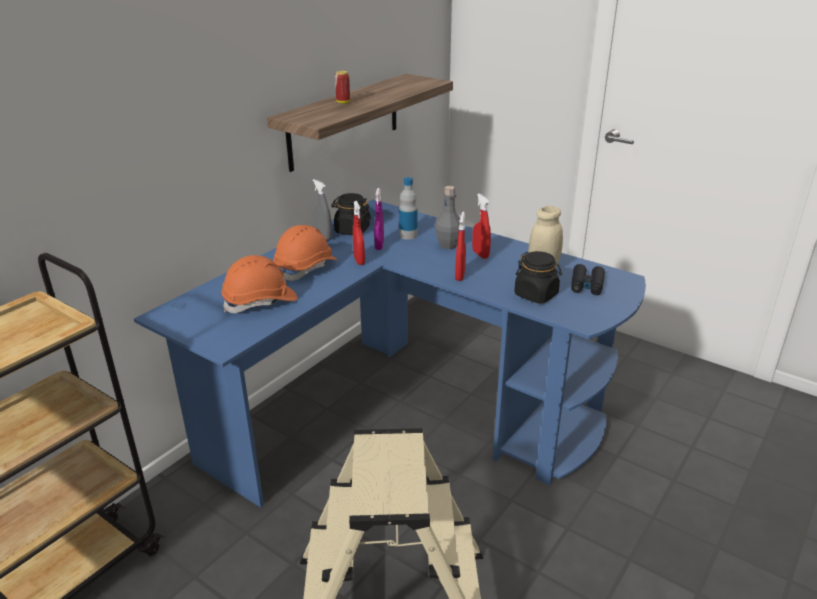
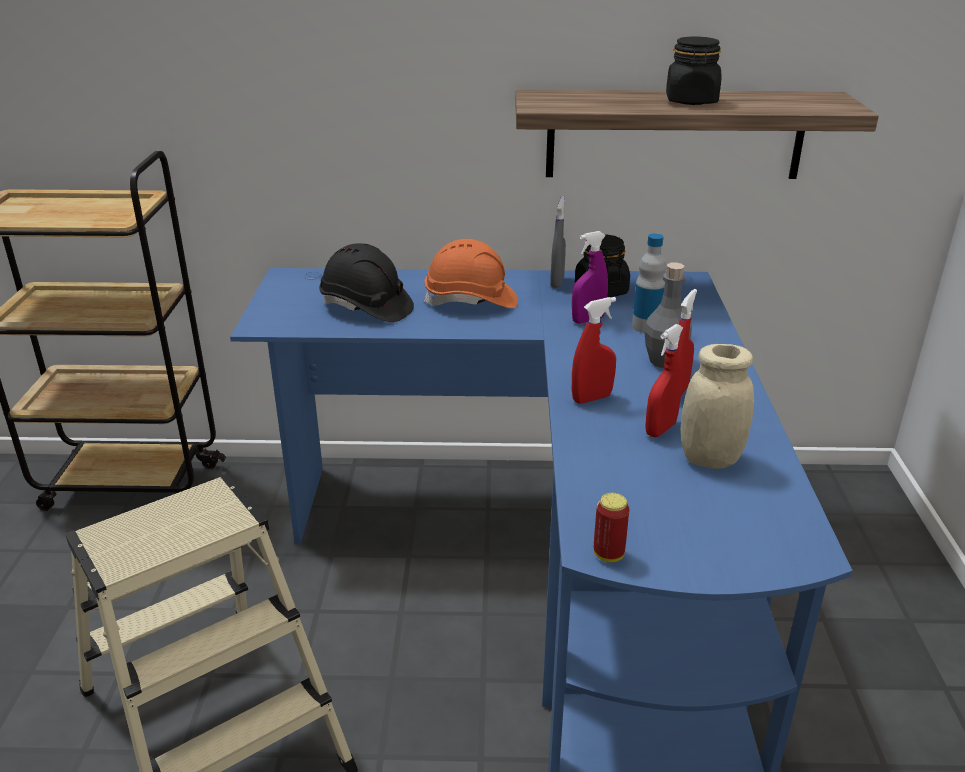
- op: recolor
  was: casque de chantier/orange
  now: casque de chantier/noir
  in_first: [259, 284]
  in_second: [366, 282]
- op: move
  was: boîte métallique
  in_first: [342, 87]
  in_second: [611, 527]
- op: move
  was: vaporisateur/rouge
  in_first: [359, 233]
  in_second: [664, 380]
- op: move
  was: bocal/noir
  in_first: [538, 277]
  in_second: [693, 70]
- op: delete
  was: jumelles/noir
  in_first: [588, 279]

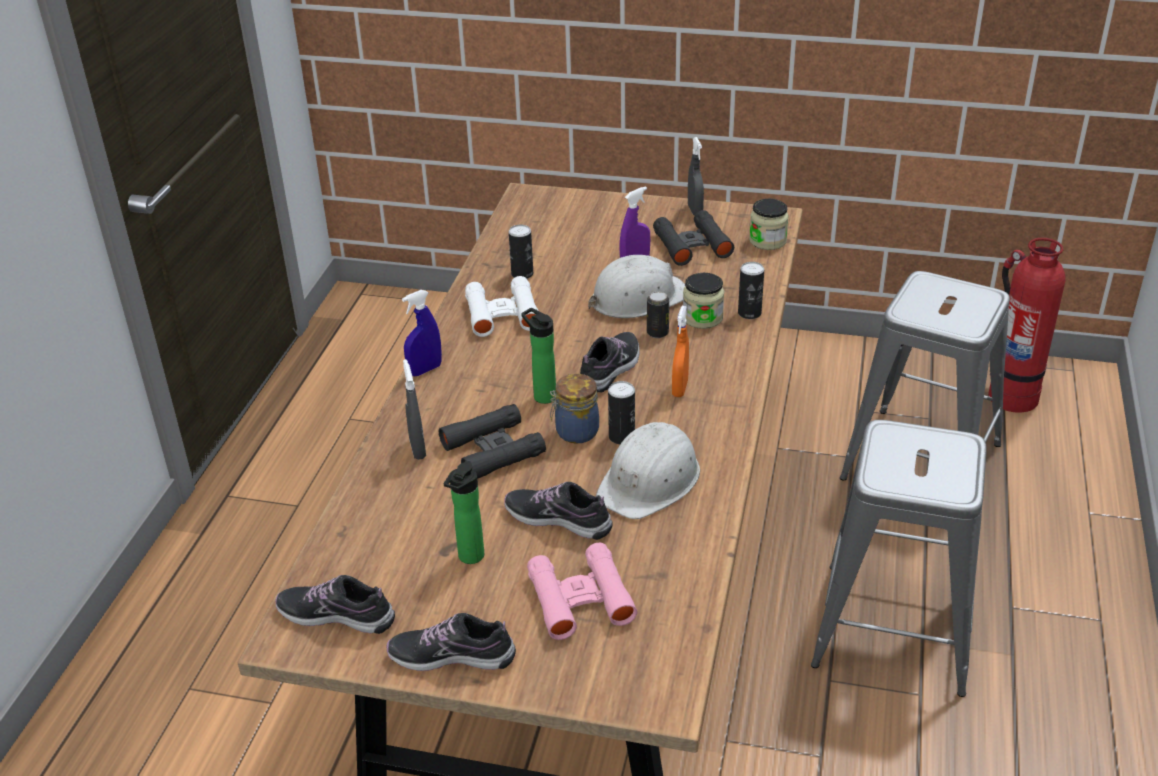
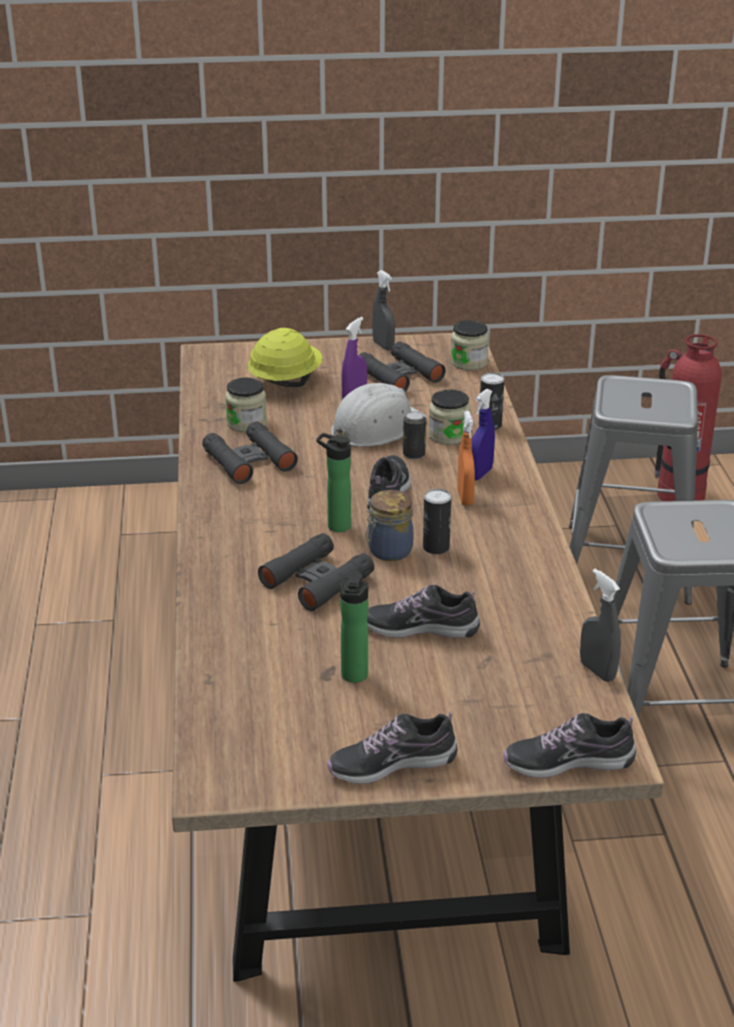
- op: move
  was: chaussure
  in_first: [335, 604]
  in_second: [569, 745]
- op: move
  was: vaporisateur/bleu
  in_first: [422, 333]
  in_second: [483, 434]
- op: move
  was: vaporisateur/gris
  in_first: [414, 409]
  in_second: [600, 625]
- op: recolor
  was: jumelles/blanc
  now: jumelles/noir
  in_first: [501, 306]
  in_second: [250, 453]
- op: replace
  was: boîte métallique
  now: bocal
  in_first: [521, 252]
  in_second: [246, 405]
- op: delete
  was: jumelles/rose
  in_first: [582, 591]
- op: delete
  was: casque de chantier/blanc
  in_first: [648, 470]
- op: insert
  now: casque de chantier/jaune
  in_second: [285, 357]

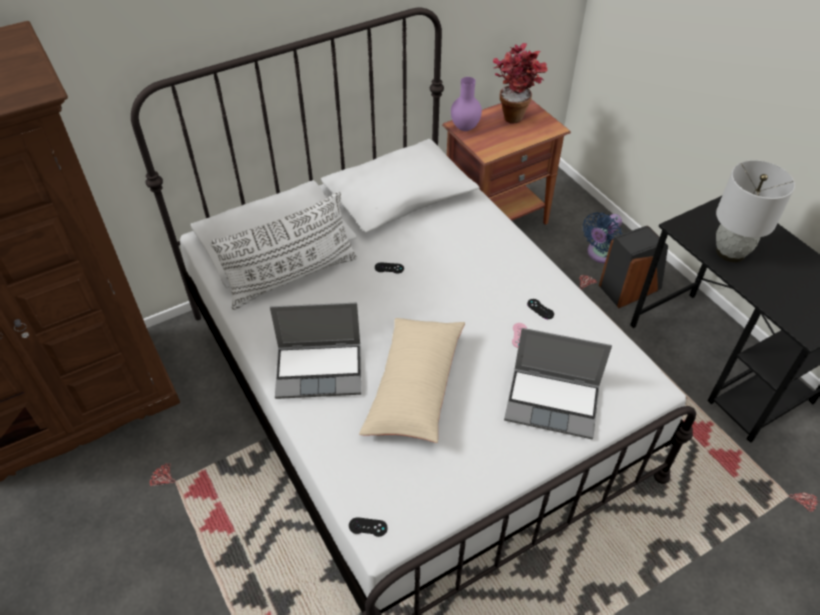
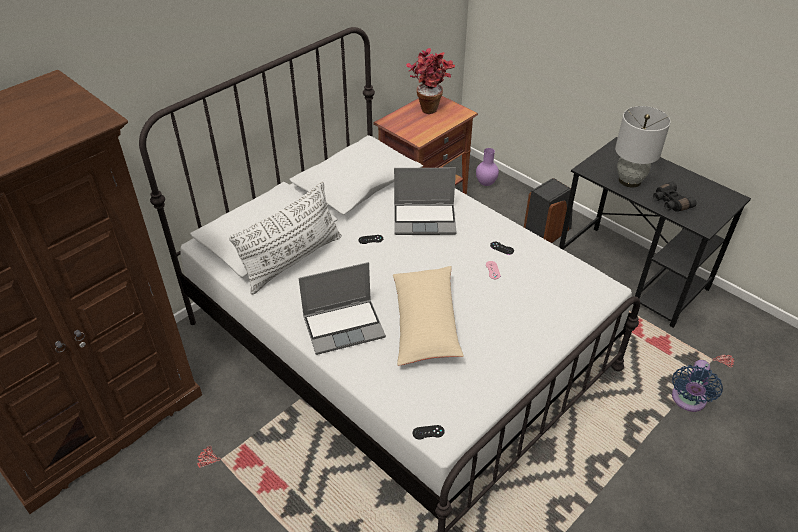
- op: move
  was: vase/violet
  in_first: [466, 104]
  in_second: [487, 167]
- op: move
  was: ordinateur portable
  in_first: [558, 383]
  in_second: [425, 201]
- op: move
  was: ventilateur/bleu
  in_first: [603, 237]
  in_second: [697, 386]
- op: insert
  now: jumelles/noir
  in_second: [675, 197]

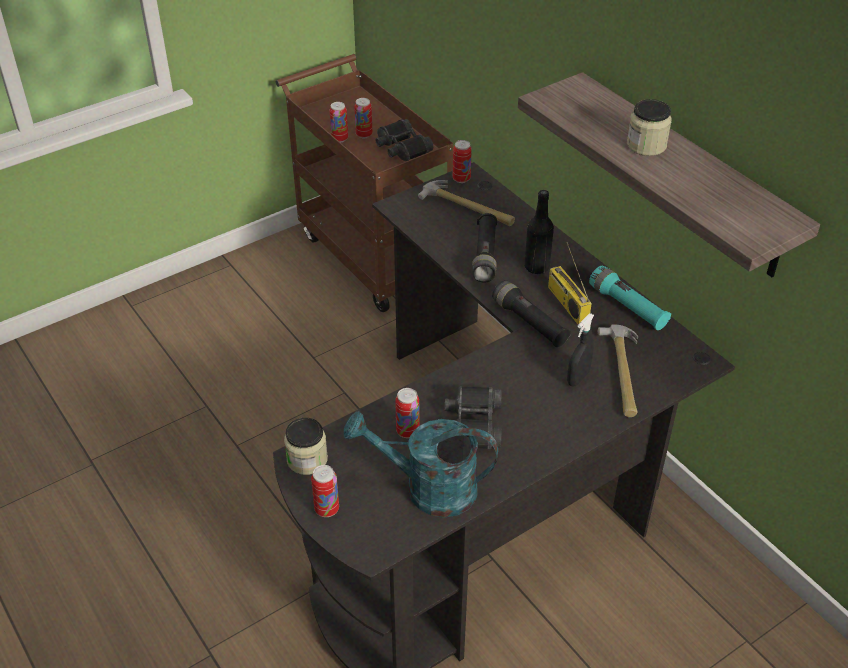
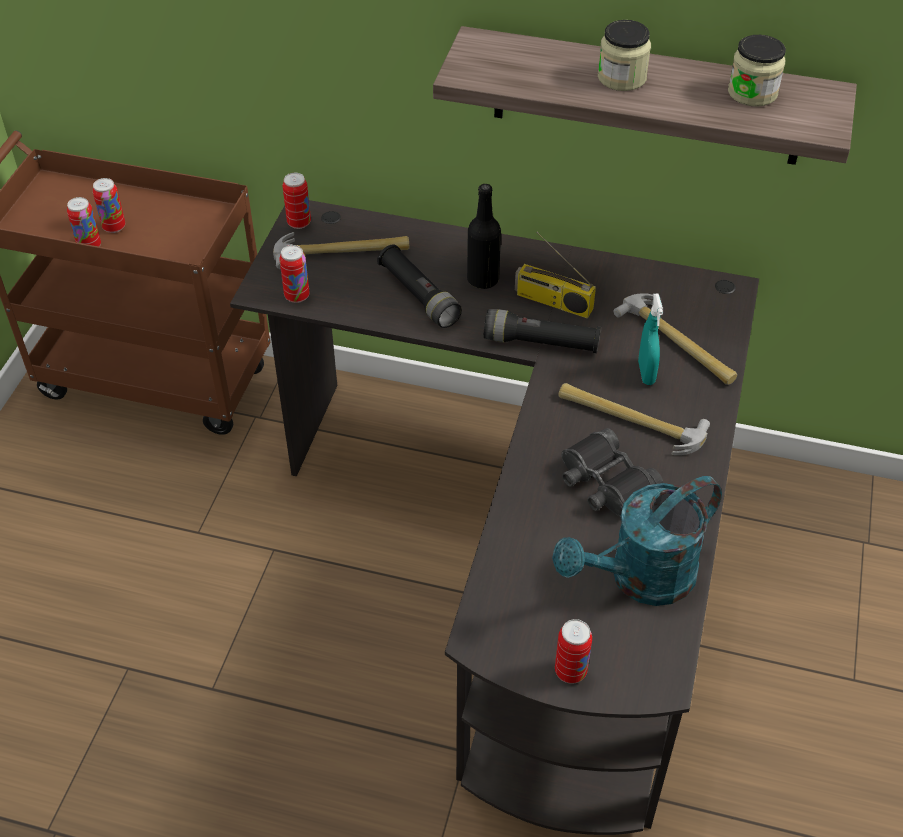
- op: move
  was: bocal
  in_first: [306, 446]
  in_second: [757, 71]
- op: delete
  was: jumelles/noir
  in_first: [404, 140]
- op: move
  was: boîte métallique
  in_first: [407, 413]
  in_second: [294, 274]
- op: recolor
  was: vaporisateur/noir
  now: vaporisateur/turquoise
  in_first: [580, 350]
  in_second: [650, 339]
- op: delete
  was: lampe de poche/turquoise
  in_first: [630, 298]
- op: insert
  now: marteau
  in_second: [634, 419]

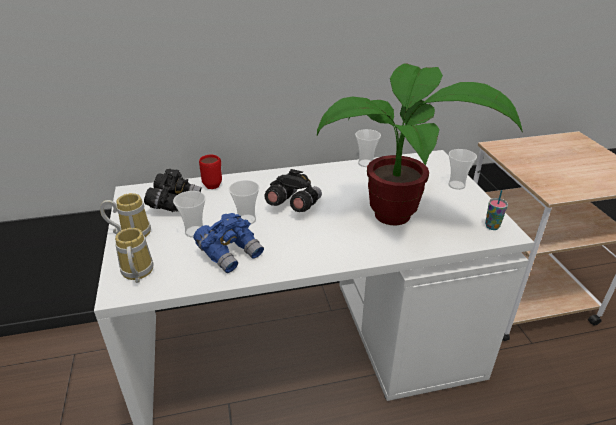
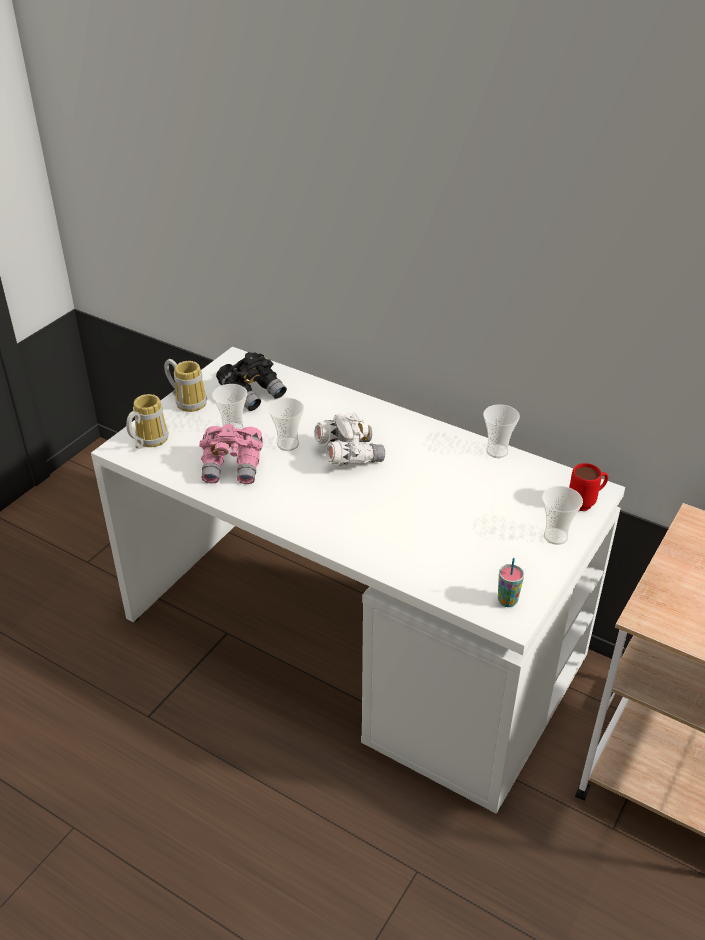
- op: recolor
  was: jumelles/bleu
  now: jumelles/rose
  in_first: [228, 243]
  in_second: [231, 454]
- op: move
  was: mug/rouge
  in_first: [210, 172]
  in_second: [588, 487]
- op: recolor
  was: jumelles/noir
  now: jumelles/blanc
  in_first: [293, 190]
  in_second: [349, 439]
- op: delete
  was: plante en pot
  in_first: [420, 144]

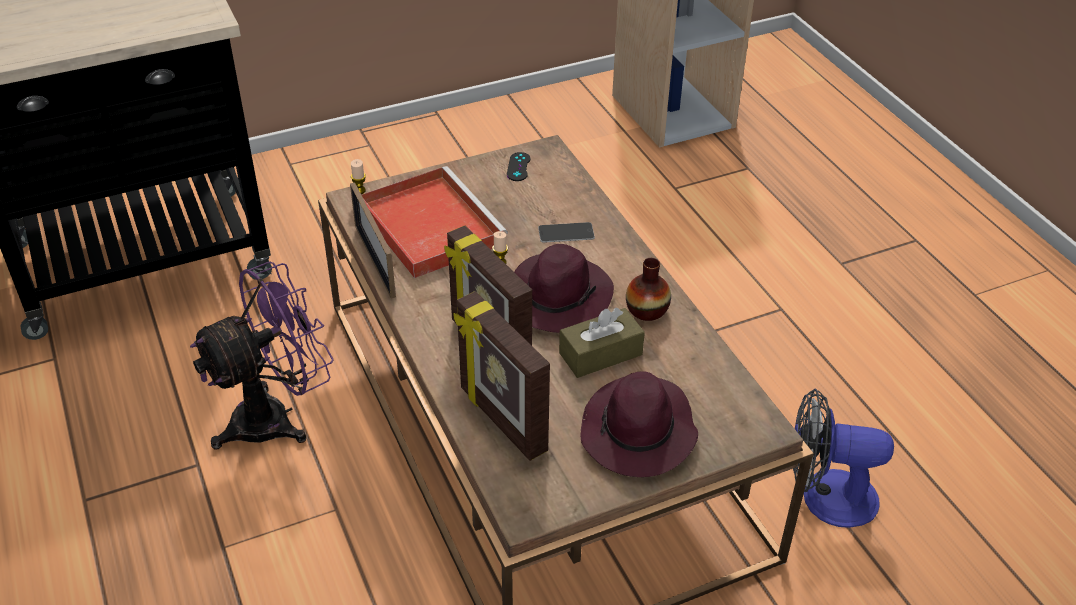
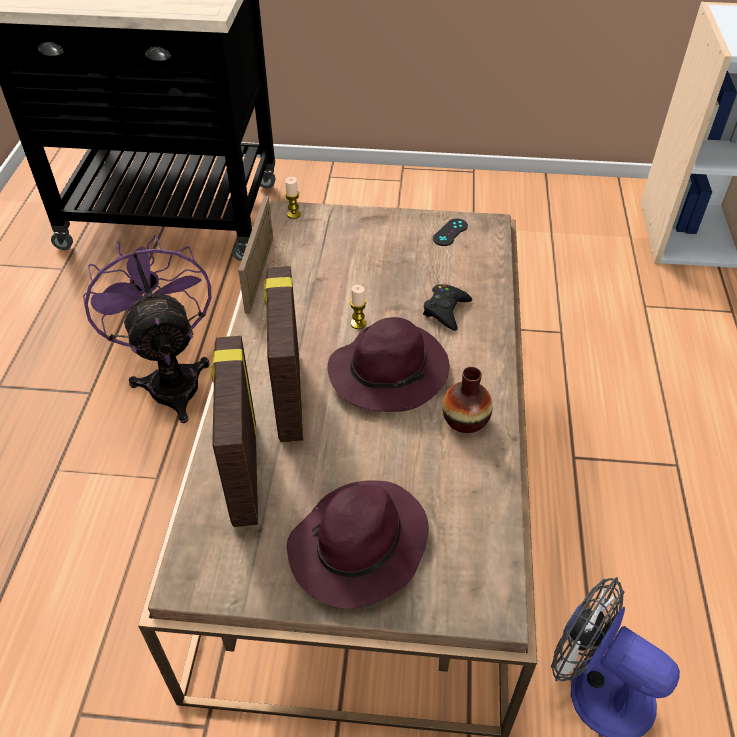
- op: rotate
  was: ventilateur/violet
  in_first: [262, 355]
  in_second: [147, 328]
  clockwise: -105
- op: delete
  was: plateau/rouge
  in_first: [434, 222]
- op: replace
  was: téléphone
  now: manette/noir
  in_first: [566, 232]
  in_second: [447, 307]
- op: delete
  was: boîte à mouchoirs/marron
  in_first: [602, 343]

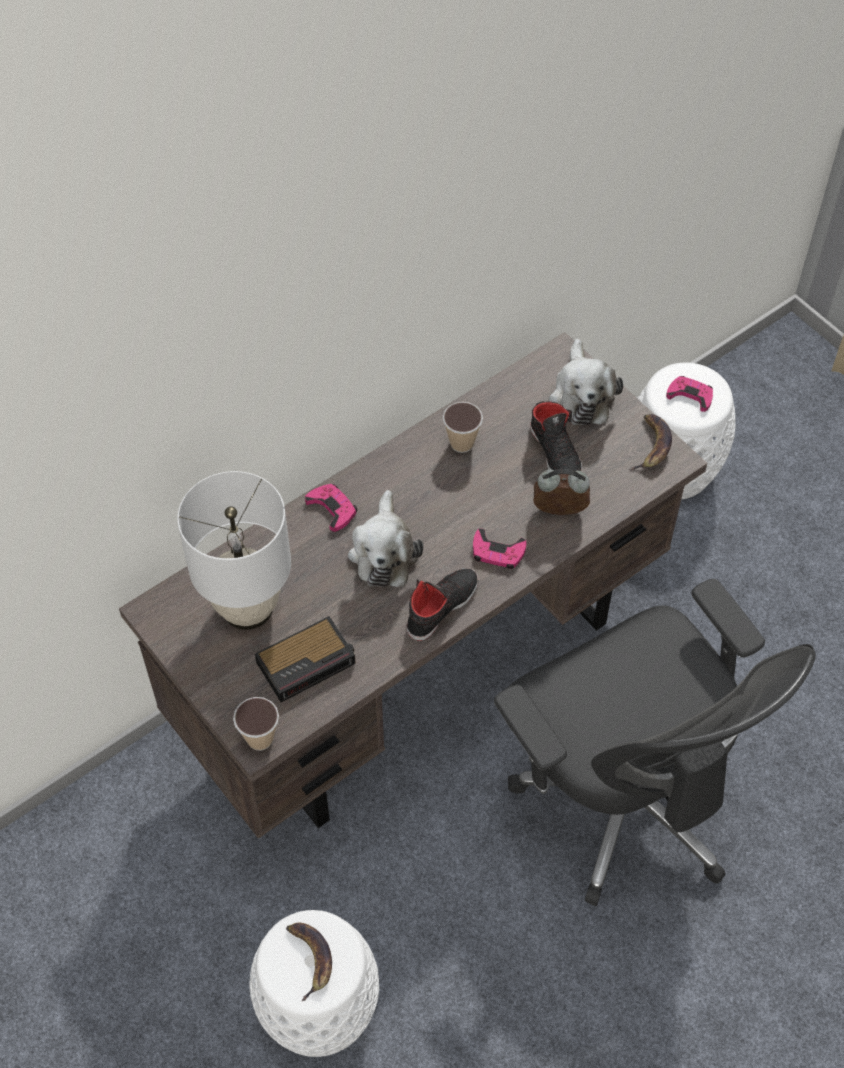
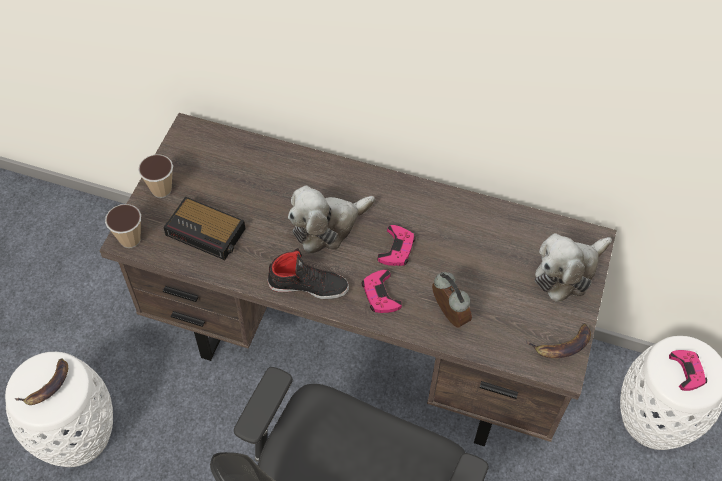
- op: delete
  was: lampe de table/blanc
  in_first: [234, 550]
- op: move
  was: manette/rose
  in_first: [331, 508]
  in_second: [397, 245]
- op: move
  was: tasse
  in_first: [463, 427]
  in_second: [155, 176]
- op: delete
  was: chaussure/noir
  in_first: [556, 438]

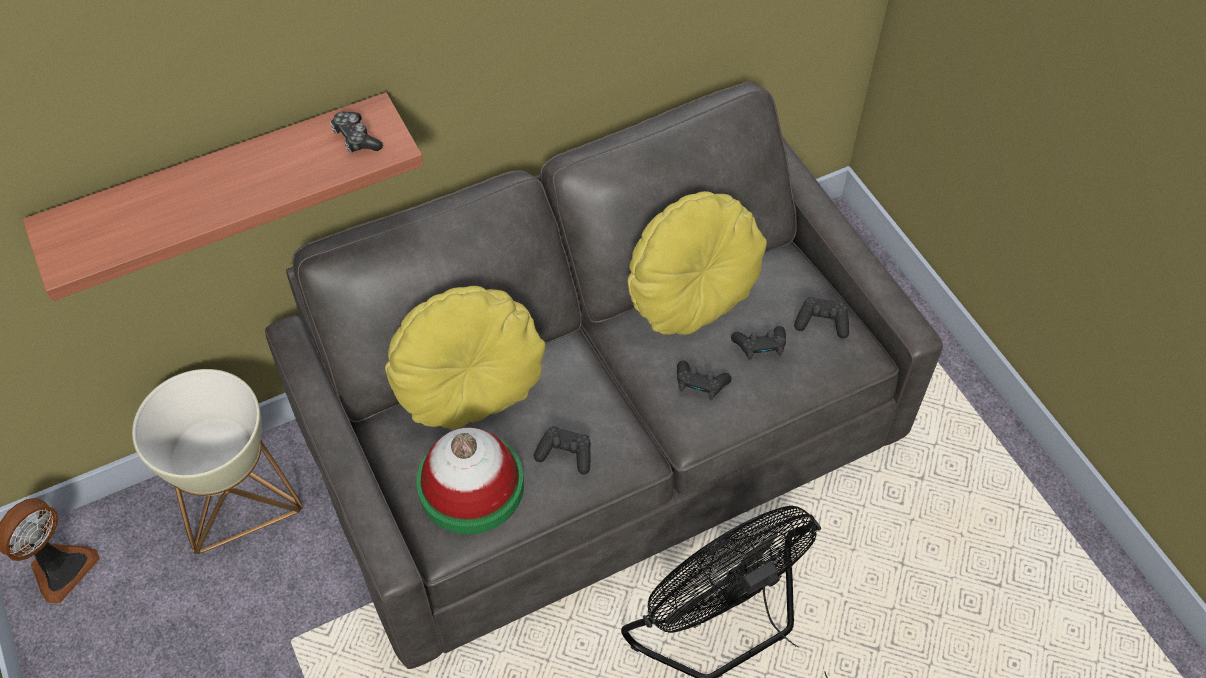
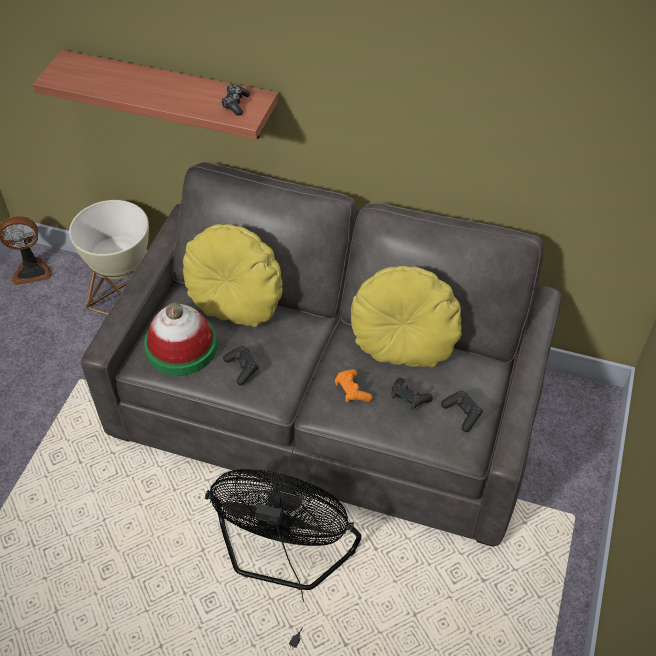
- op: recolor
  was: manette/noir
  now: manette/orange
  in_first: [704, 380]
  in_second: [353, 385]

